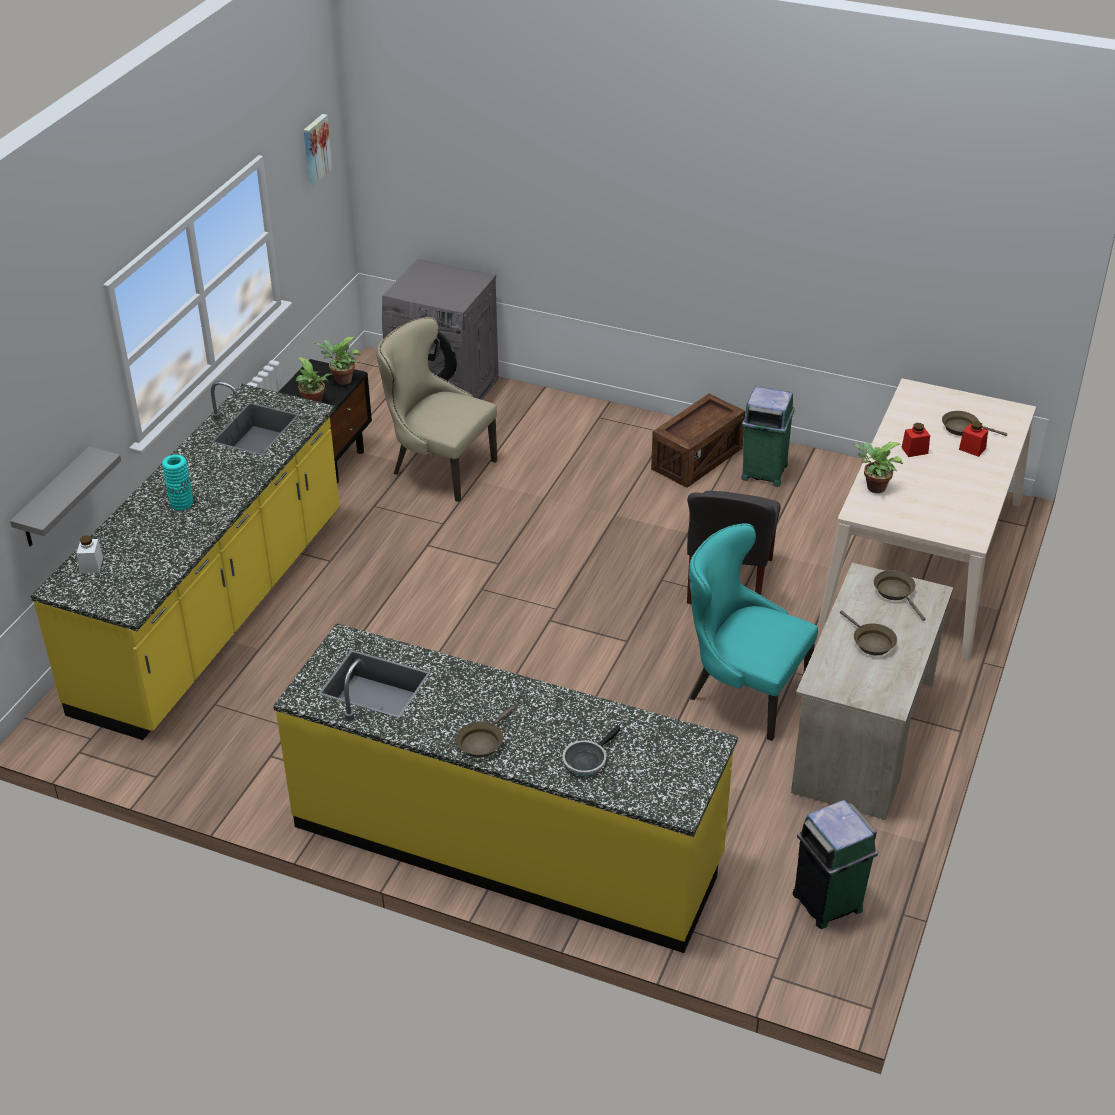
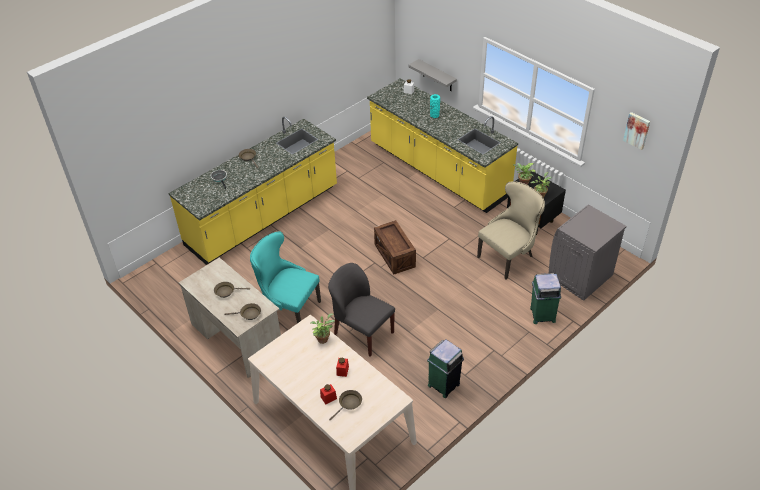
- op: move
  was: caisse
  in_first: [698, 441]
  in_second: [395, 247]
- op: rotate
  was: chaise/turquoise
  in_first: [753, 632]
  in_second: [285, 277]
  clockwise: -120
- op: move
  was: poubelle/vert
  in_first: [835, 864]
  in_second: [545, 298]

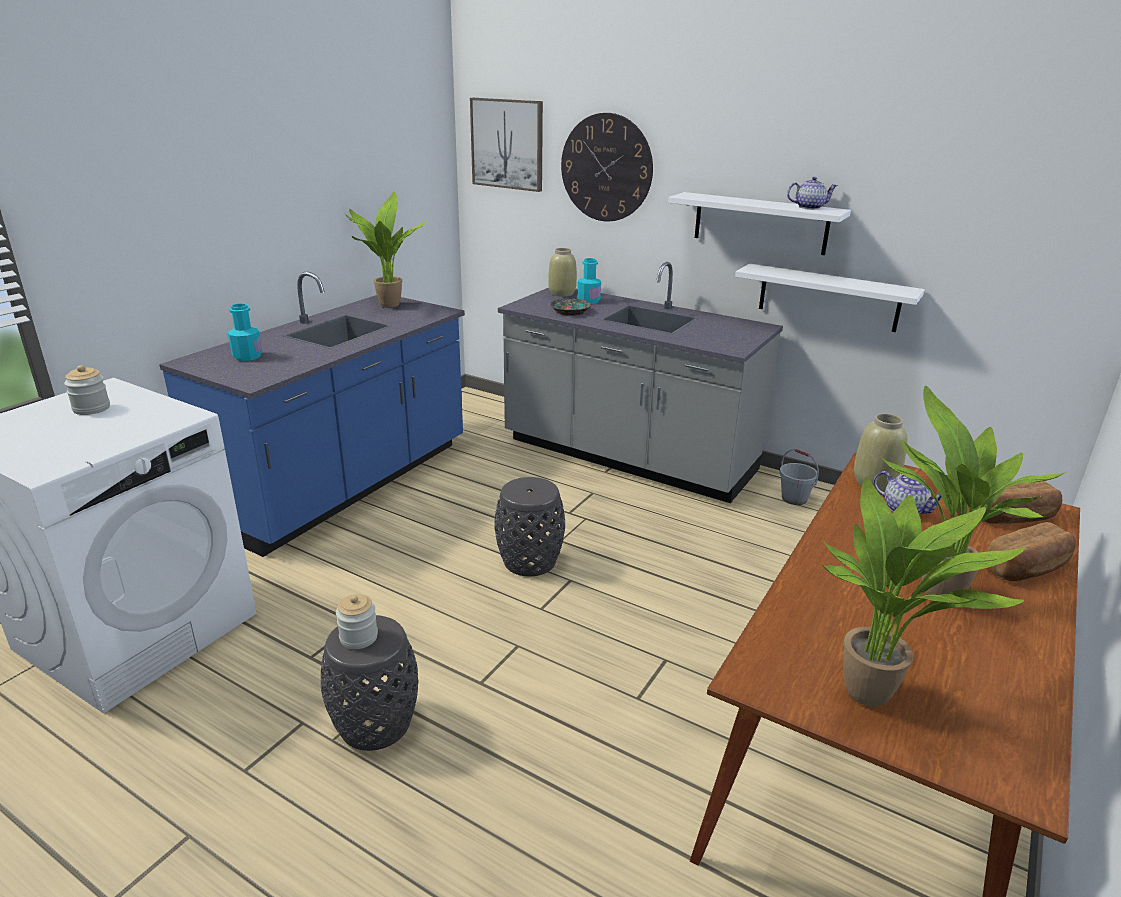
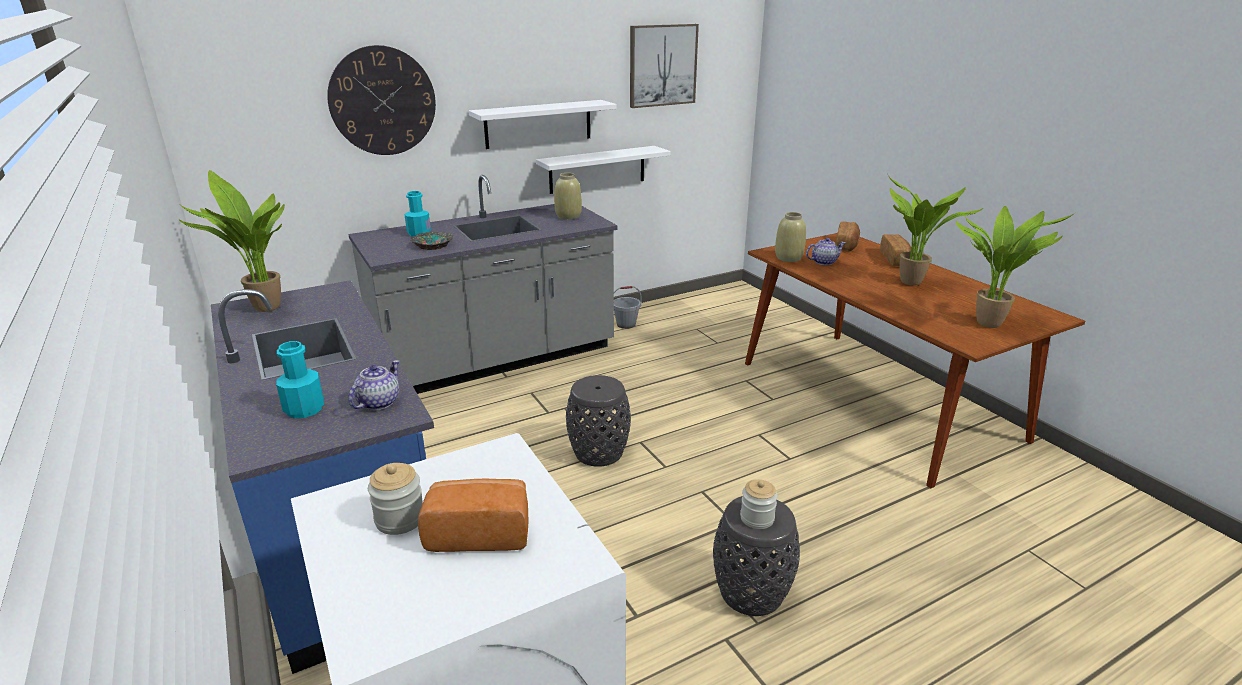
- op: move
  was: tableau
  in_first: [506, 145]
  in_second: [664, 66]
- op: move
  was: vase/beige
  in_first: [562, 272]
  in_second: [568, 196]
- op: move
  was: théière
  in_first: [812, 193]
  in_second: [373, 385]
- op: insert
  now: pain
  in_second: [473, 515]

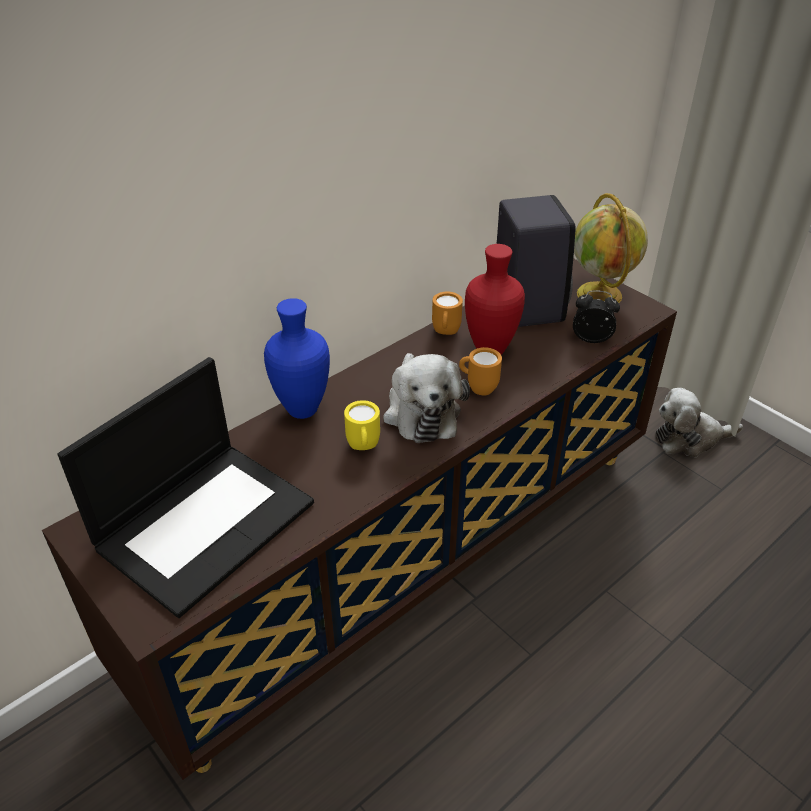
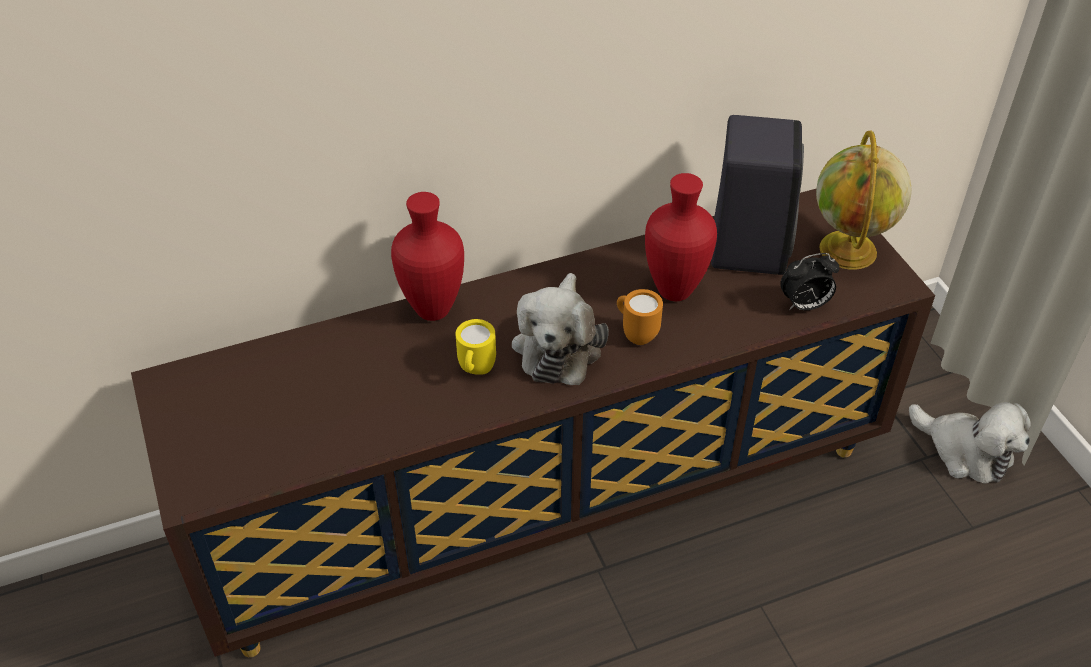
- op: delete
  was: ordinateur portable
  in_first: [185, 487]
- op: recolor
  was: vase/bleu
  now: vase/rouge
  in_first: [297, 358]
  in_second: [427, 256]
- op: delete
  was: mug/orange
  in_first: [447, 313]
- op: rotate
  was: réveil
  in_first: [596, 316]
  in_second: [809, 281]
  clockwise: 135
- op: rotate
  was: peluche
  in_first: [699, 422]
  in_second: [970, 442]
  clockwise: -150

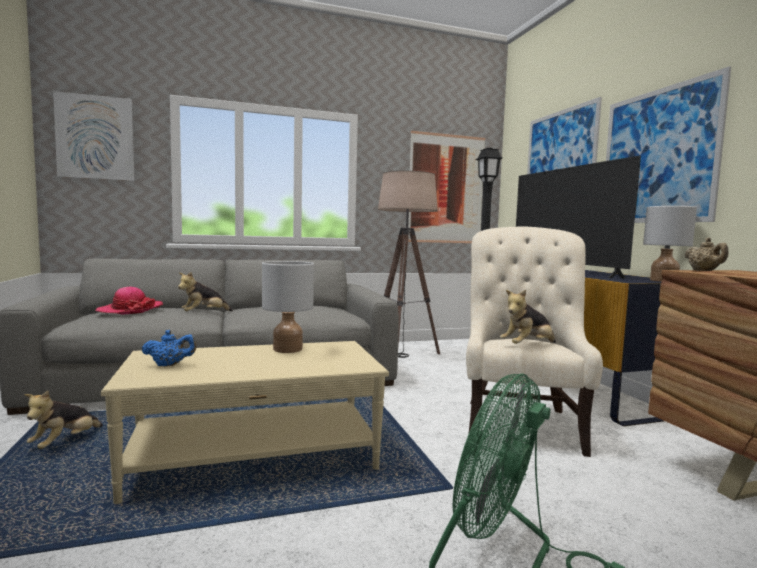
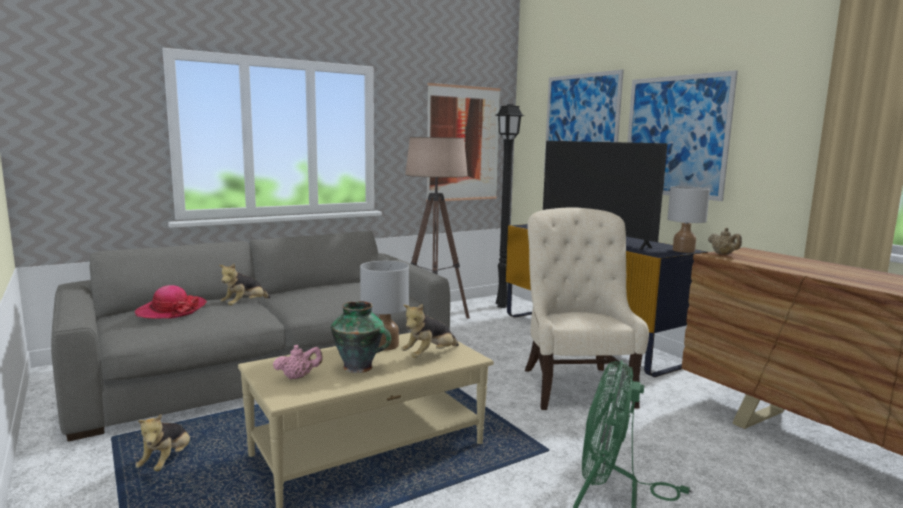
- op: delete
  was: tableau
  in_first: [93, 136]
- op: recolor
  was: théière/bleu
  now: théière/rose
  in_first: [169, 348]
  in_second: [298, 362]
- op: move
  was: peluche
  in_first: [528, 317]
  in_second: [430, 331]
- op: insert
  now: vase
  in_second: [361, 337]

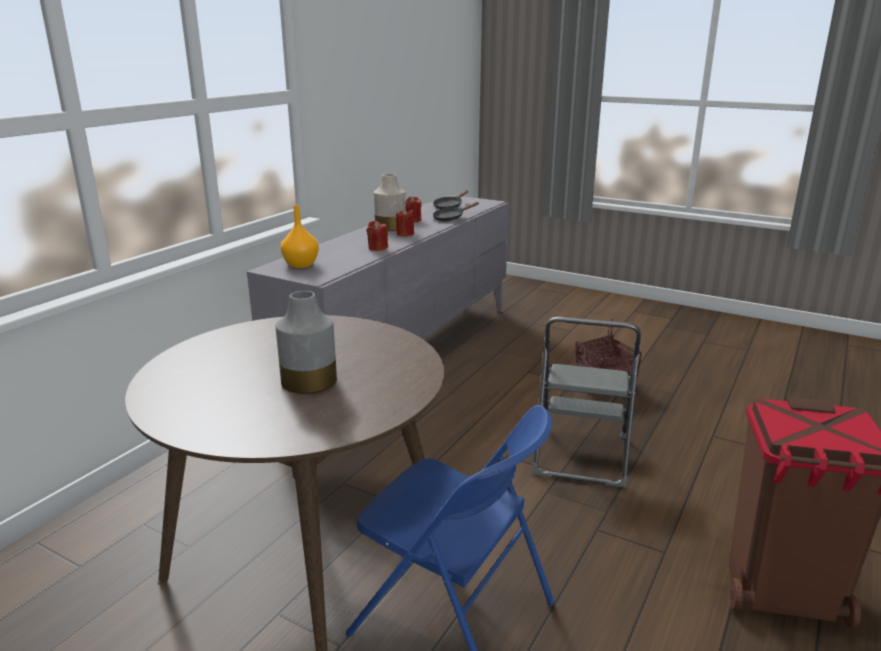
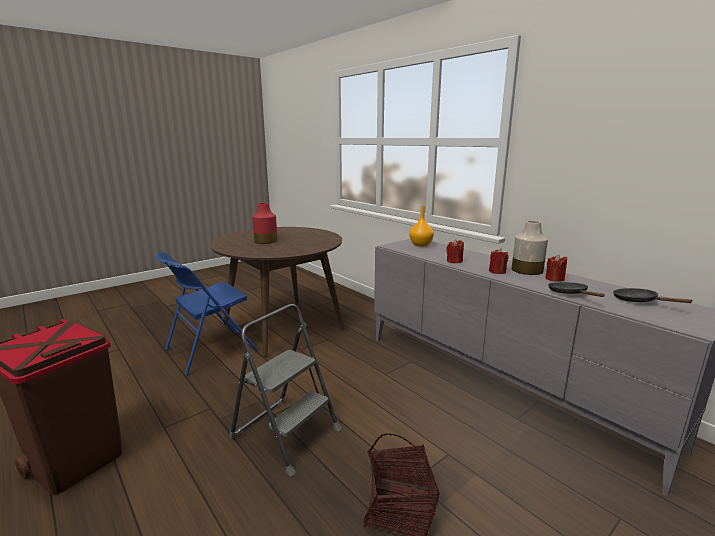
- op: recolor
  was: vase/gris
  now: vase/rouge
  in_first: [306, 342]
  in_second: [265, 223]

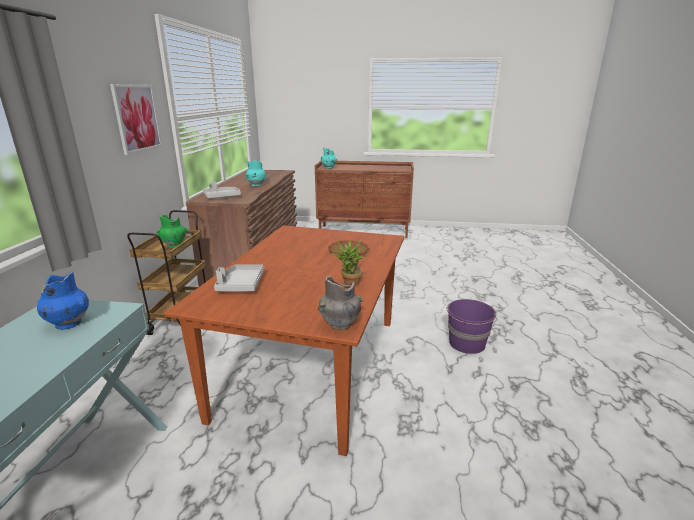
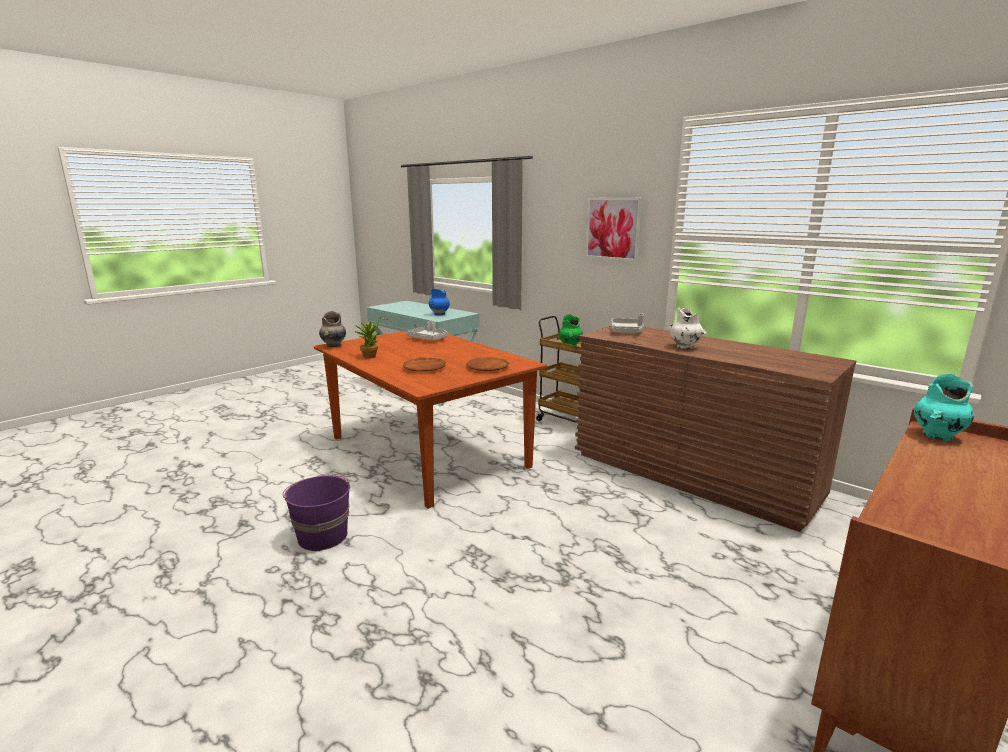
- op: recolor
  was: vase/turquoise
  now: vase/blanc
  in_first: [256, 173]
  in_second: [688, 328]
- op: insert
  now: assiette/marron
  in_second: [487, 364]

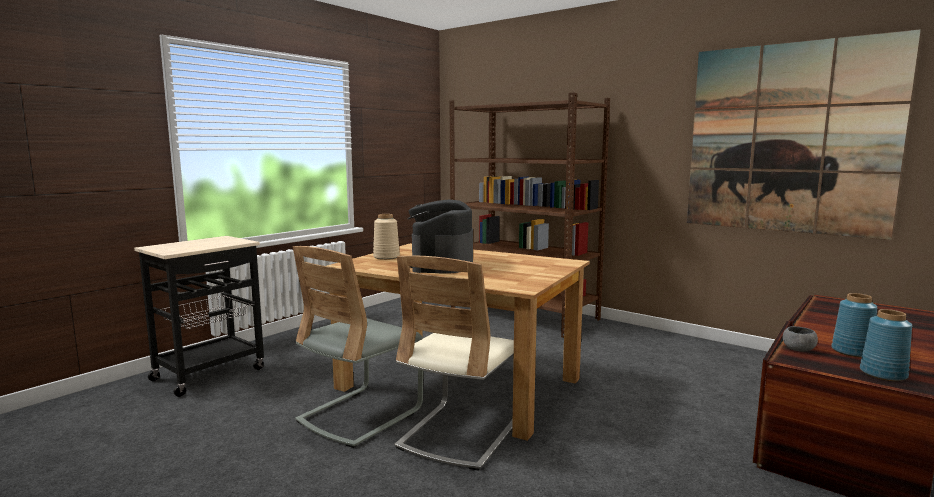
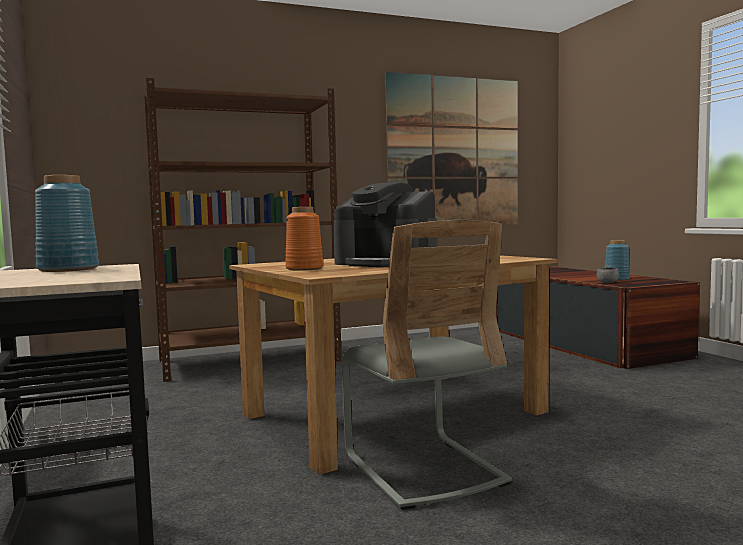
- op: recolor
  was: vase/beige
  now: vase/orange
  in_first: [386, 237]
  in_second: [304, 239]
- op: delete
  was: chaise/beige
  in_first: [454, 363]
- op: move
  was: vase/bleu
  in_first: [886, 345]
  in_second: [67, 223]

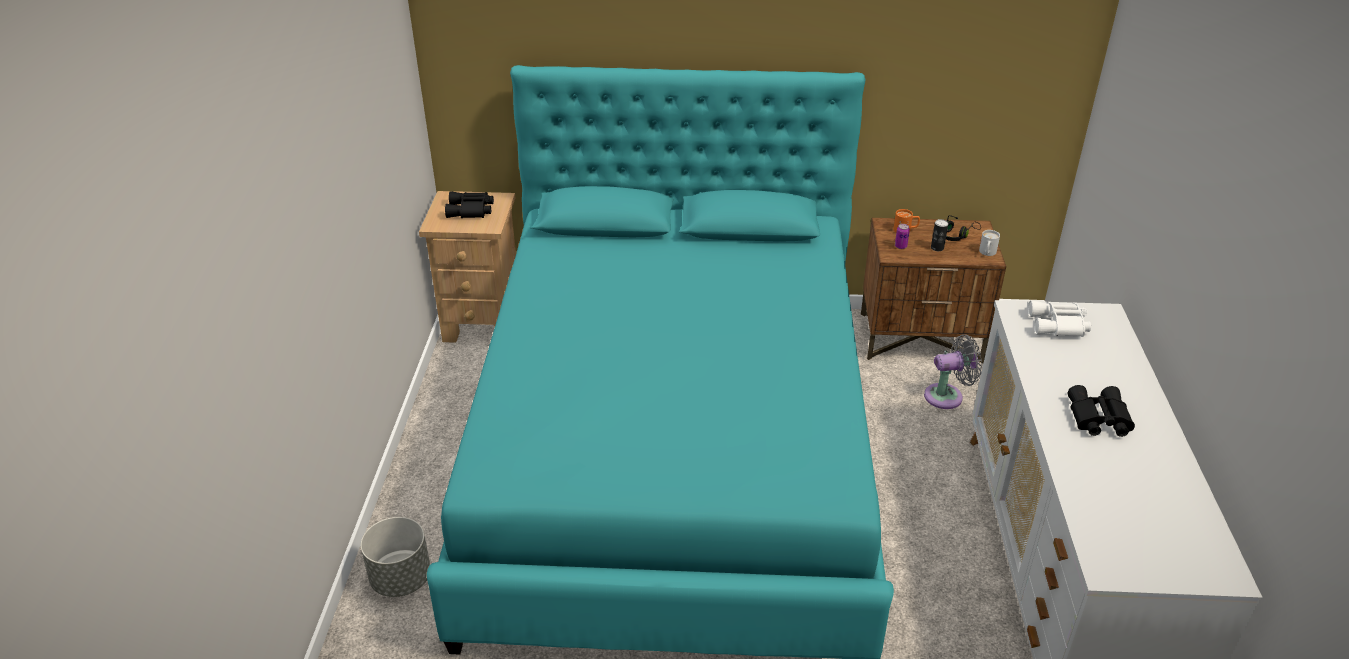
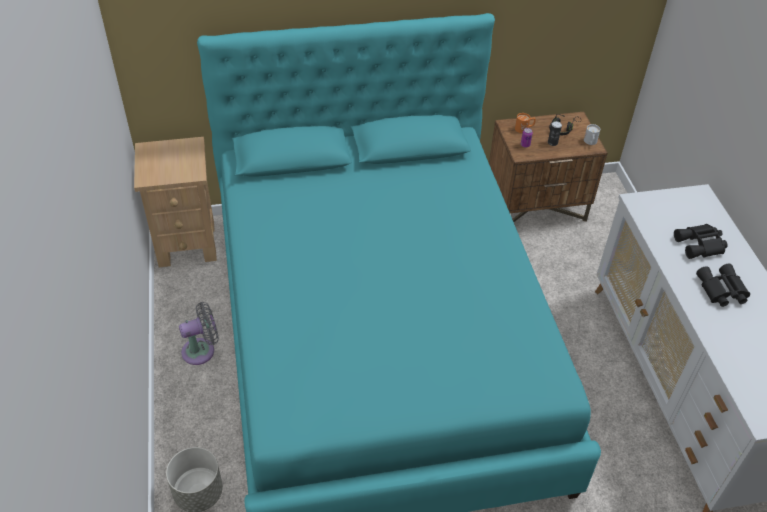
- op: move
  was: jumelles/noir
  in_first: [469, 204]
  in_second: [701, 241]
- op: move
  was: ventilateur/gris
  in_first: [953, 371]
  in_second: [199, 333]
- op: delete
  was: jumelles/blanc
  in_first: [1059, 318]

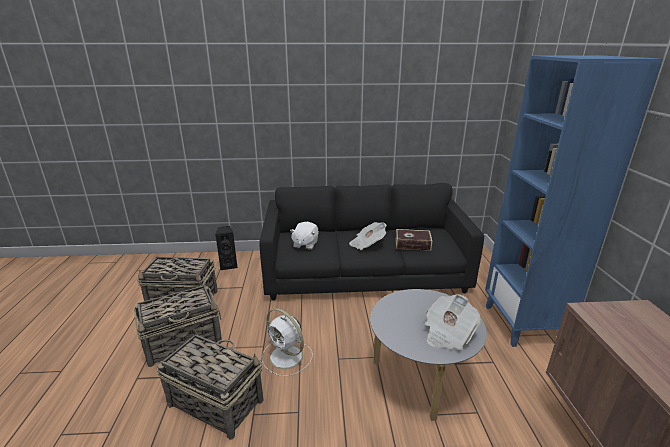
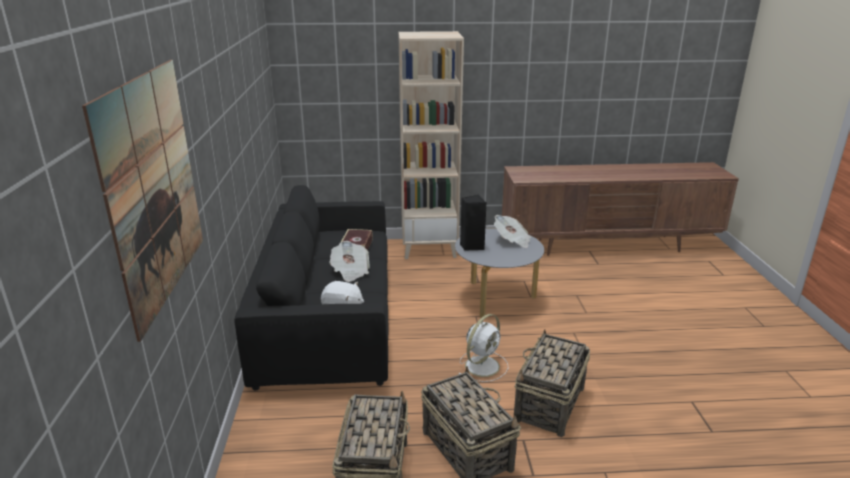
- op: move
  was: enceinte/noir
  in_first: [226, 248]
  in_second: [473, 223]
- op: recolor
  was: bibliothèque/bleu
  now: bibliothèque/beige
  in_first: [574, 201]
  in_second: [431, 145]
- op: insert
  now: tableau
  in_second: [142, 201]

